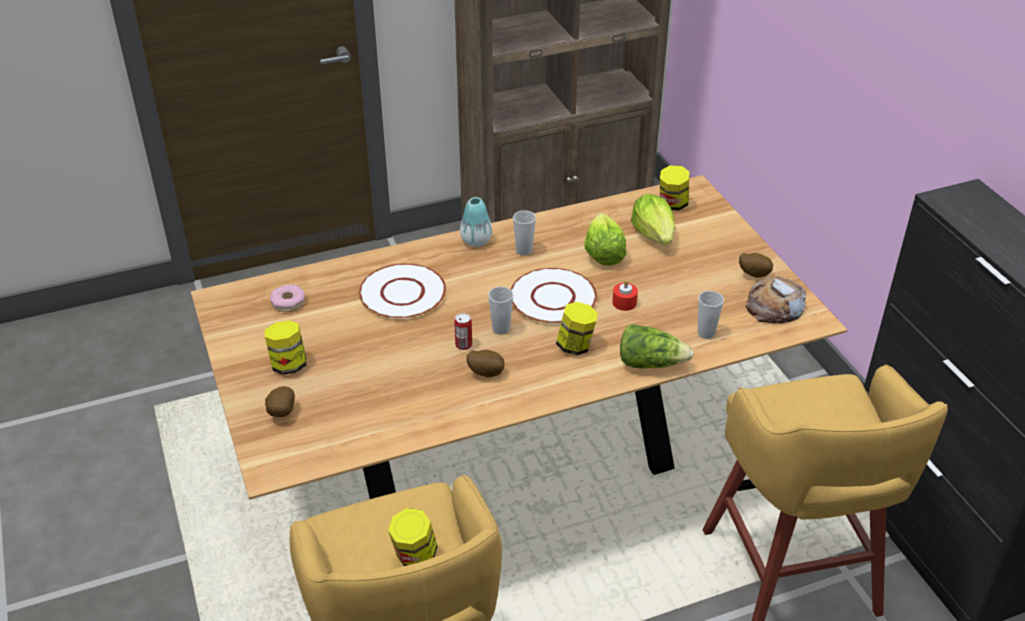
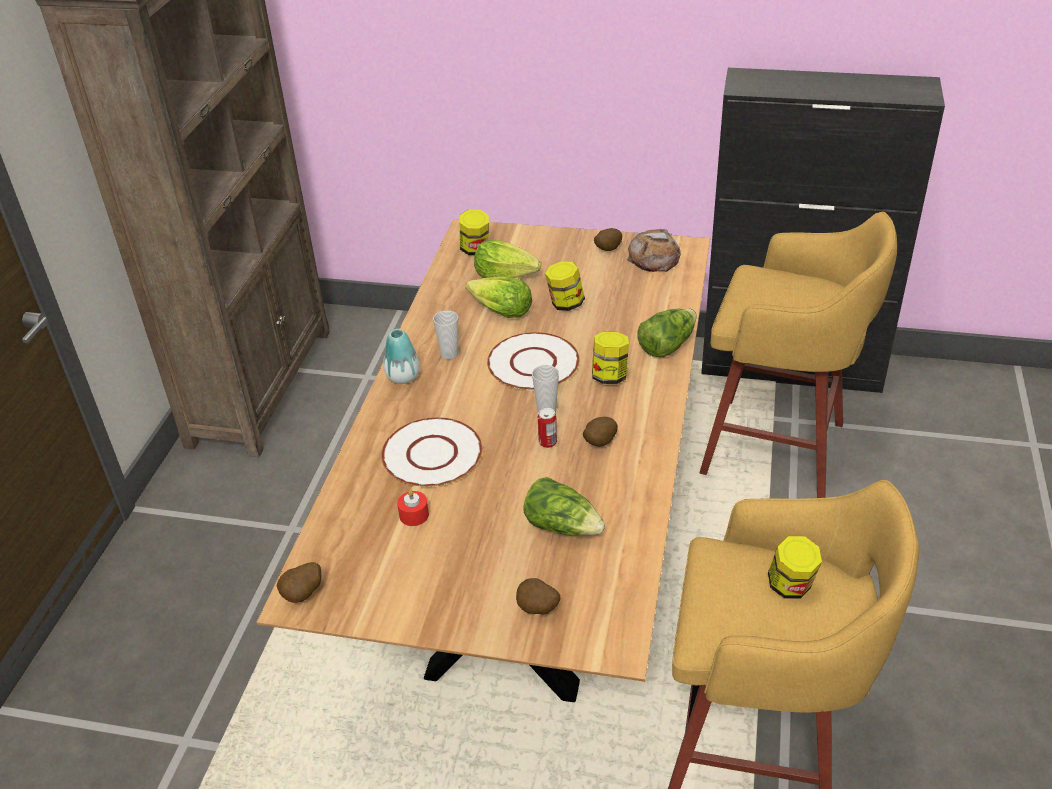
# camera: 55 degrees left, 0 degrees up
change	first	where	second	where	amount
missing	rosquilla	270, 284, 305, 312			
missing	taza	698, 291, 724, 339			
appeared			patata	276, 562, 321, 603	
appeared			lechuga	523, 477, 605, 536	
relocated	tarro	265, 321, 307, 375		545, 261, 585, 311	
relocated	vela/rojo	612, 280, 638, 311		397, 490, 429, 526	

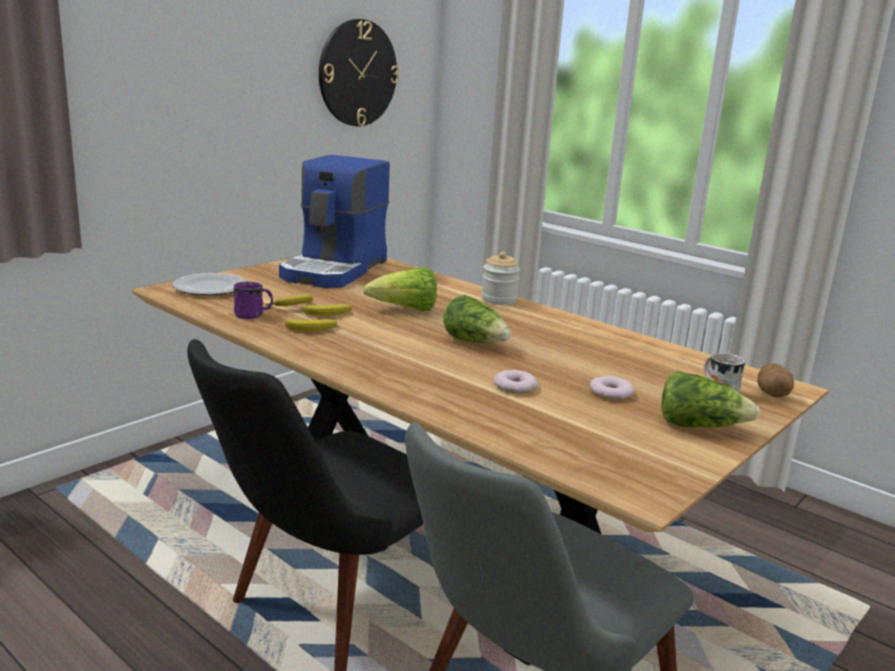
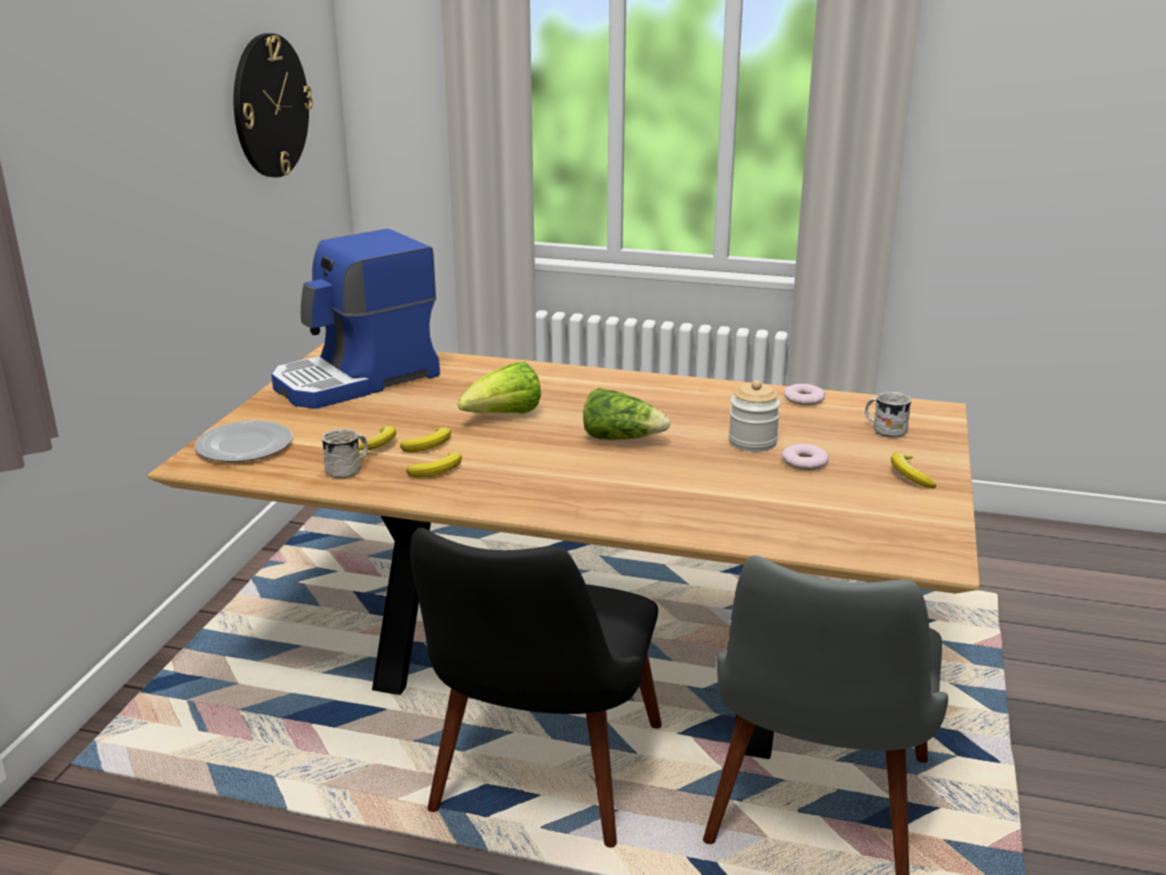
# camera: 25 degrees left, 5 degrees up
change	first	where	second	where	amount
missing	patata	757, 363, 794, 397			
relocated	tarro	481, 252, 520, 305		728, 380, 781, 452	
relocated	rosquilla	494, 370, 538, 394		784, 384, 825, 406	
exchanged	lechuga	661, 371, 760, 427	plátano	891, 452, 936, 488	
colour	taza grande/morado	234, 282, 273, 319	taza grande/blanco	322, 429, 368, 478	
spun	cafetera	279, 155, 390, 288		271, 229, 440, 409	60 degrees clockwise

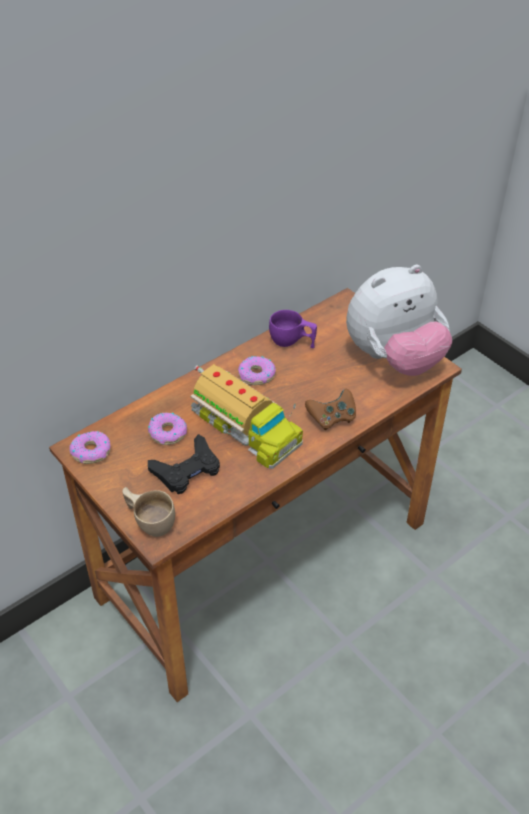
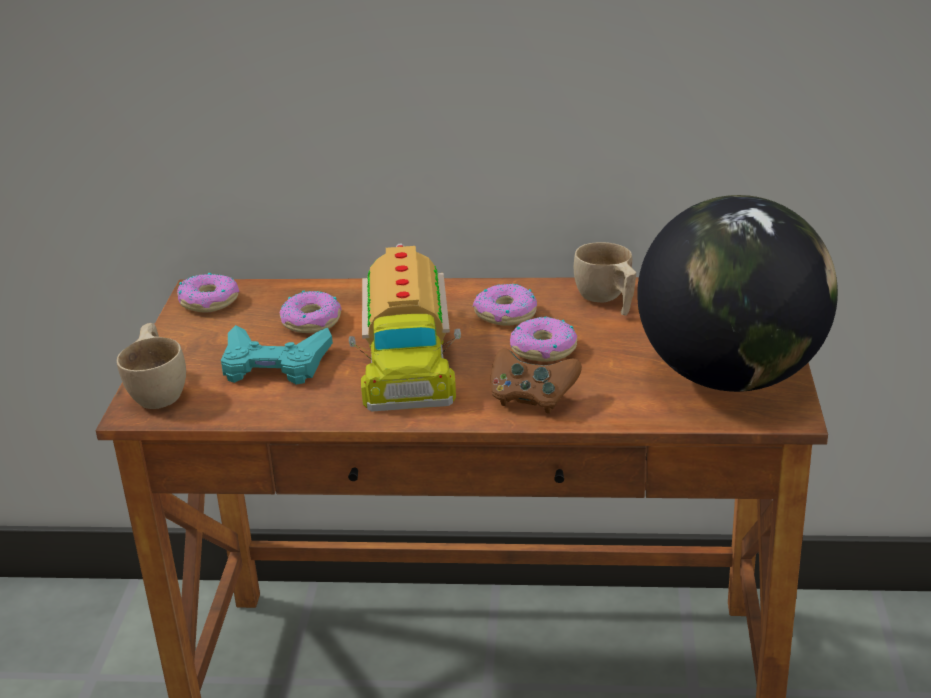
# camera: 45 degrees right, 15 degrees down
change	first	where	second	where	amount
appeared			rosquilla	510, 316, 577, 362	
exchanged	peluche	346, 265, 452, 376	globo terráqueo	637, 195, 838, 392	
colour	mando de consola/negro	148, 434, 220, 494	mando de consola/turquesa	221, 325, 333, 385	
colour	taza/morado	269, 310, 317, 348	taza/beis	574, 242, 636, 315	

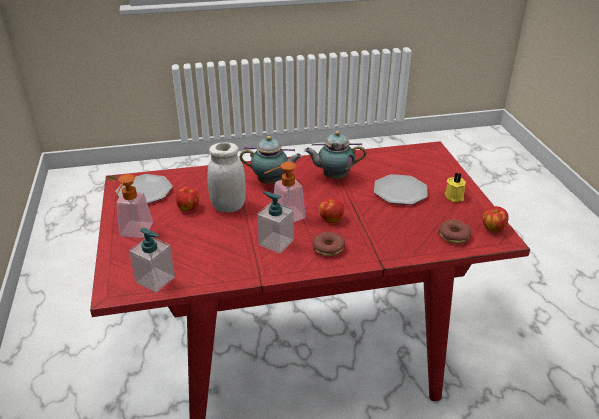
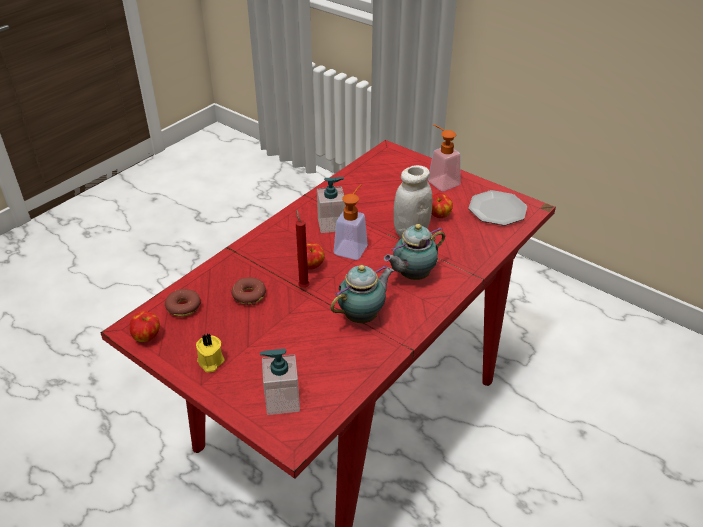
# camera: 140 degrees right, 5 degrees up
change	first	where	second	where	amount
missing	plato	374, 174, 428, 205			
appeared			vela/rojo	296, 210, 309, 288	
relocated	dispensador de jabón	129, 228, 175, 293		260, 348, 300, 415	
relocated	rosquilla	313, 232, 345, 256		231, 277, 266, 305	

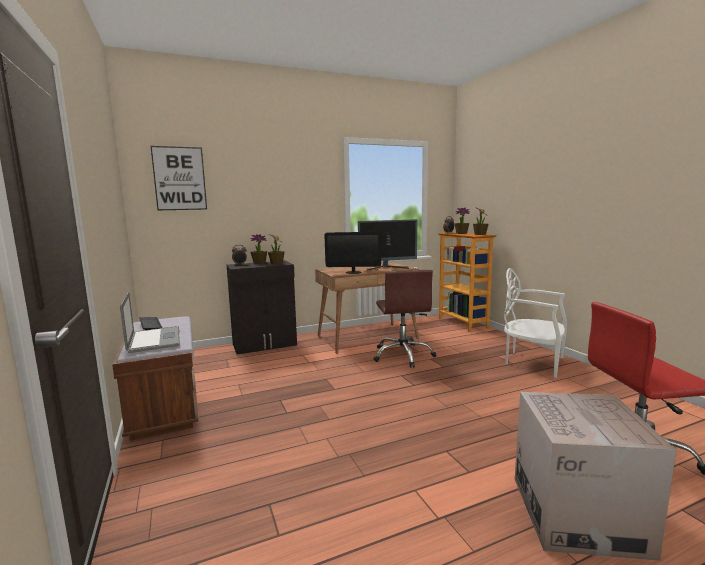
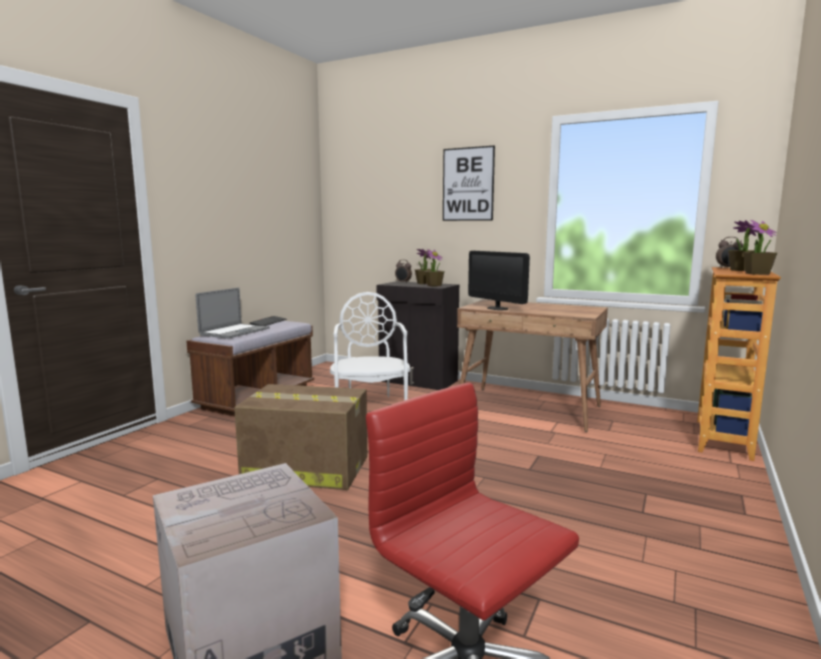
# camera: 50 degrees right, 0 degrees up
change	first	where	second	where	amount
missing	monitor	358, 219, 417, 271			
missing	silla de oficina/marrón	374, 270, 436, 368			
appeared			caja de cartón	234, 384, 367, 490	
relocated	cuadro	151, 146, 207, 210		443, 146, 495, 221	
relocated	silla/blanco	504, 268, 567, 378		330, 292, 411, 401	

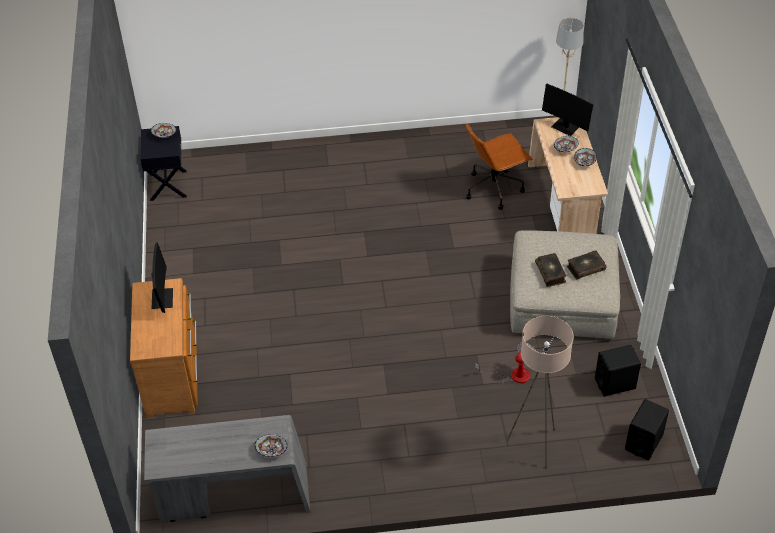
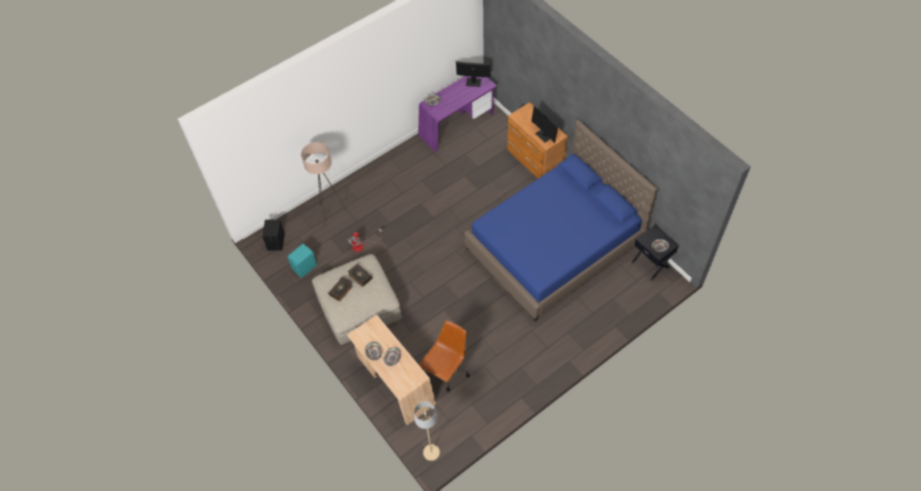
# camera: 150 degrees right, 10 degrees up
change	first	where	second	where	amount
appeared			cama/azul	465, 120, 658, 321	
relocated	monitor	542, 83, 593, 136		456, 61, 491, 87	
colour	escritorio/gris	144, 415, 310, 522	escritorio/morado	418, 76, 497, 153	
colour	altavoz/negro	595, 345, 641, 397	altavoz/turquesa	287, 244, 317, 278	

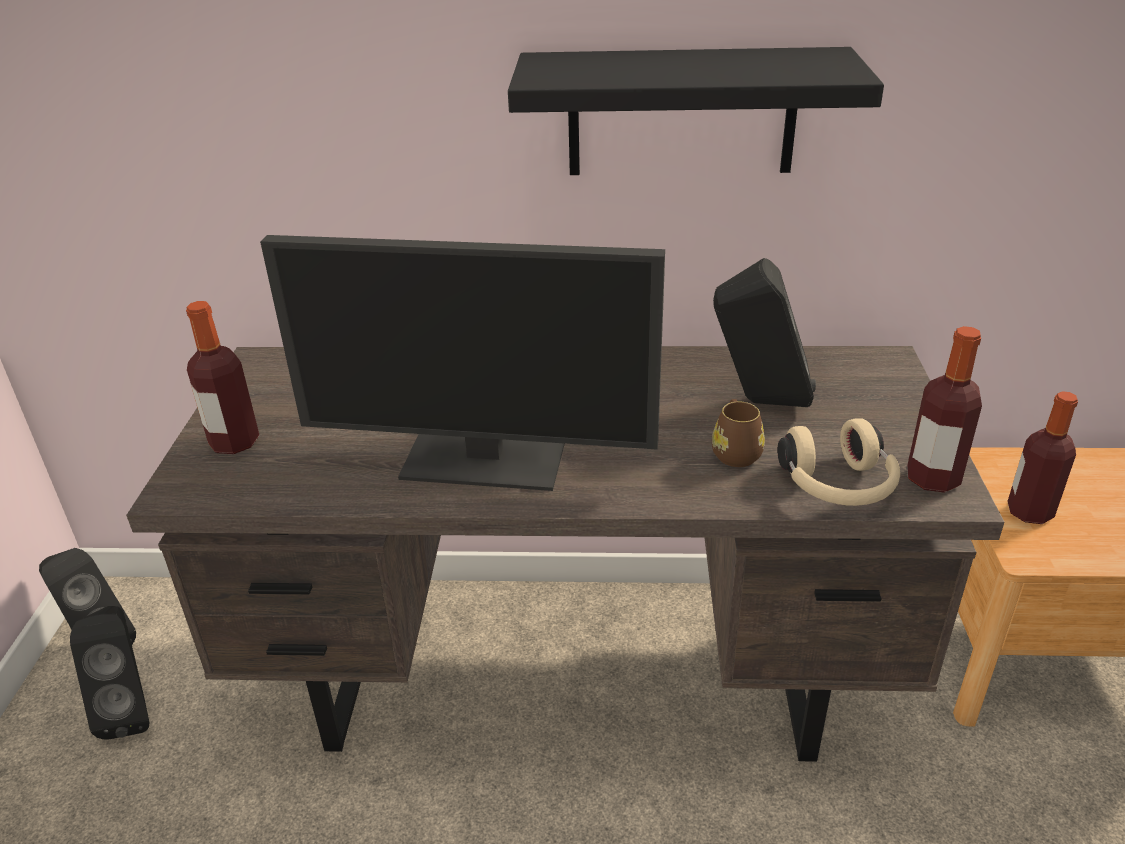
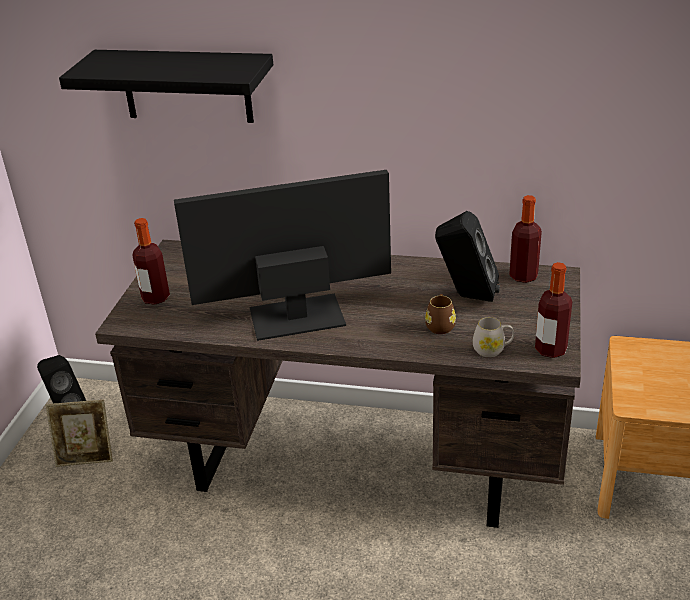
# camera: 10 degrees right, 0 degrees up
change	first	where	second	where	amount
relocated	estante/negro	508, 47, 884, 175		59, 50, 273, 123	
relocated	botella	1007, 391, 1078, 524		509, 195, 542, 283	
exchanged	altavoz/negro	70, 606, 149, 739	portarretratos	46, 400, 113, 467	
exchanged	auriculares/beis	777, 418, 900, 506	taza grande/blanco	473, 317, 514, 357	
spun	monitor	260, 235, 665, 491		174, 170, 391, 341	150 degrees clockwise

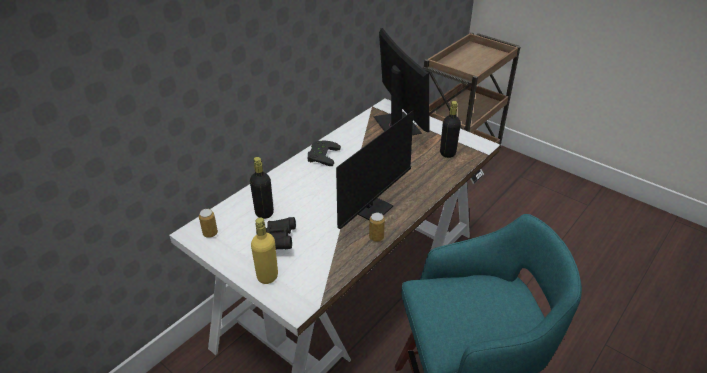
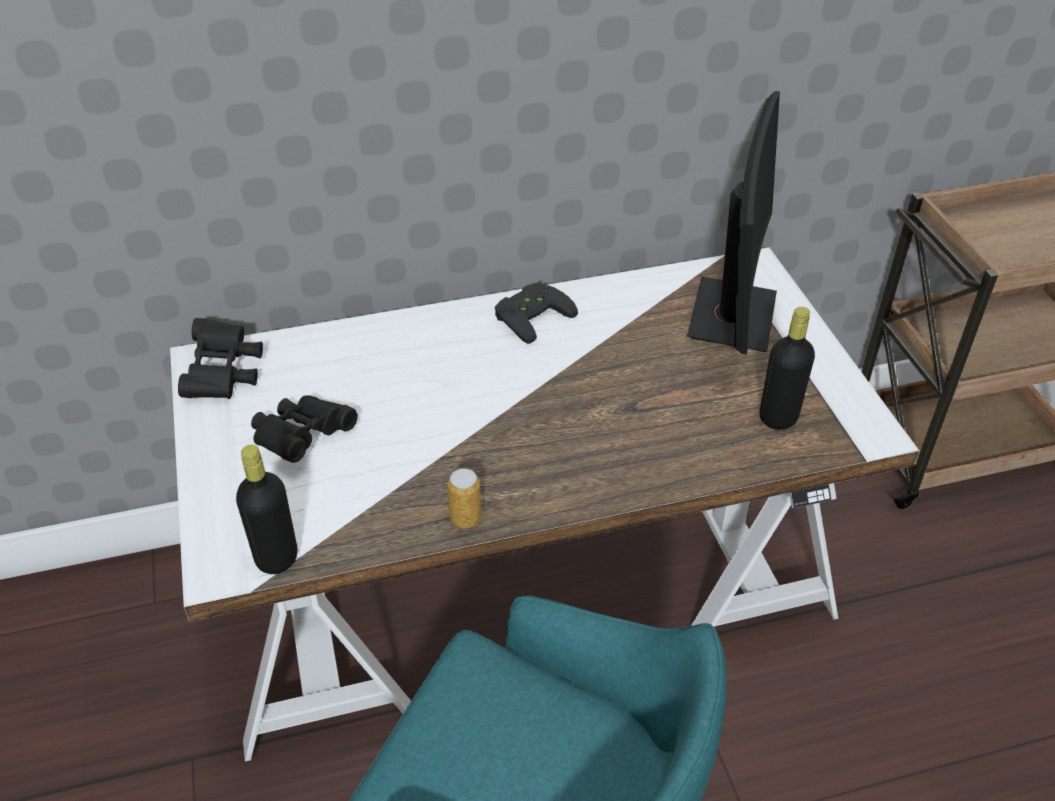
# camera: 35 degrees right, 5 degrees up
change	first	where	second	where	amount
missing	botella/amarillo	251, 217, 278, 284			
missing	monitor	336, 107, 430, 229			
relocated	botella/negro	250, 157, 274, 219		236, 445, 297, 574	
exchanged	lata	199, 209, 218, 238	prismáticos/negro	178, 318, 263, 399	

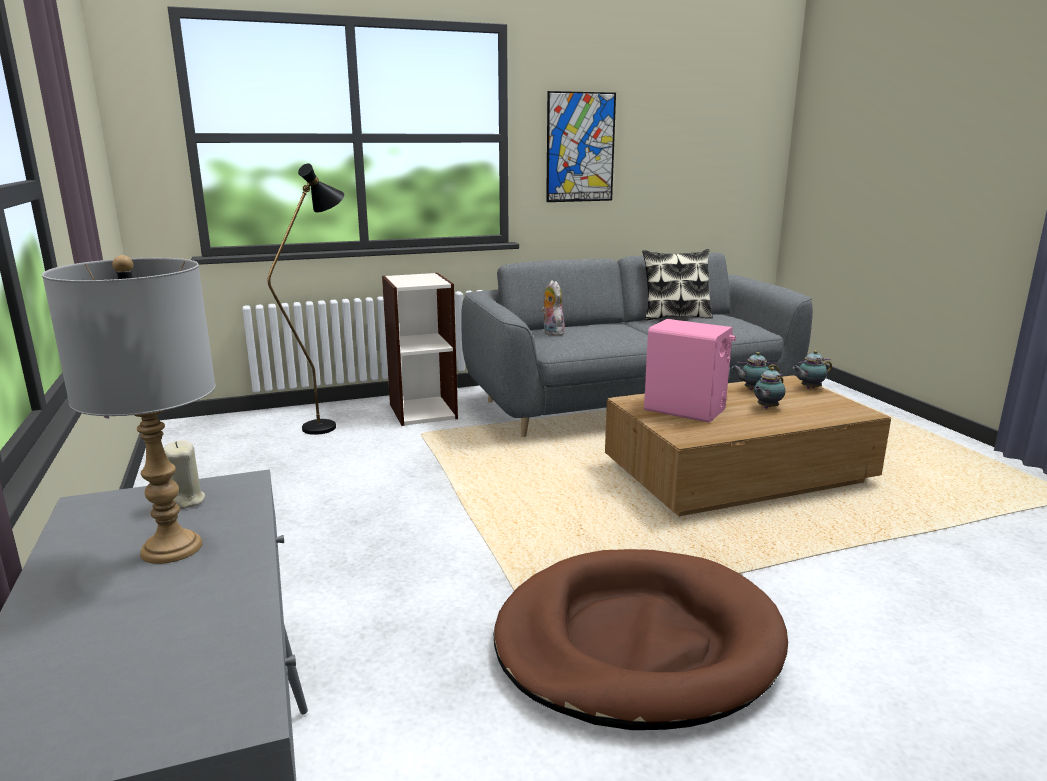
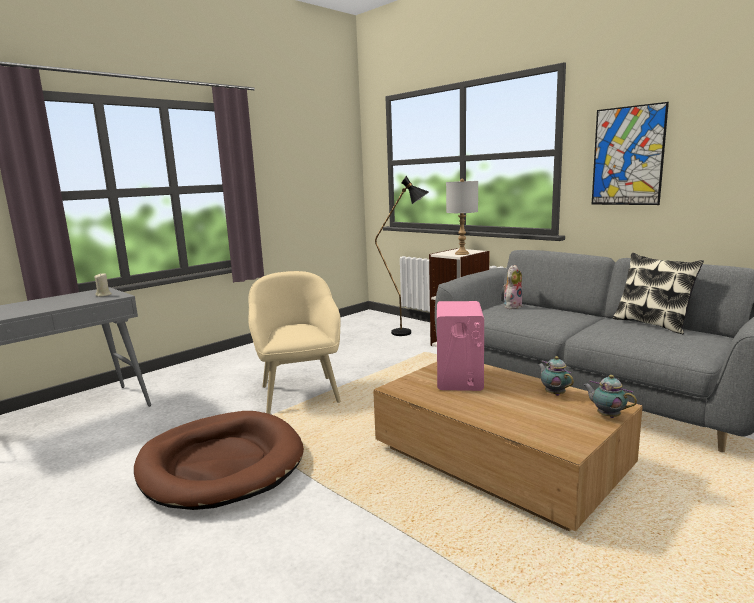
# camera: 65 degrees right, 5 degrees down
change	first	where	second	where	amount
missing	tetera	754, 367, 786, 409			
appeared			sillón/beis	248, 271, 341, 414	
relocated	lámpara de mesa/gris	42, 255, 216, 564		446, 179, 478, 255	

